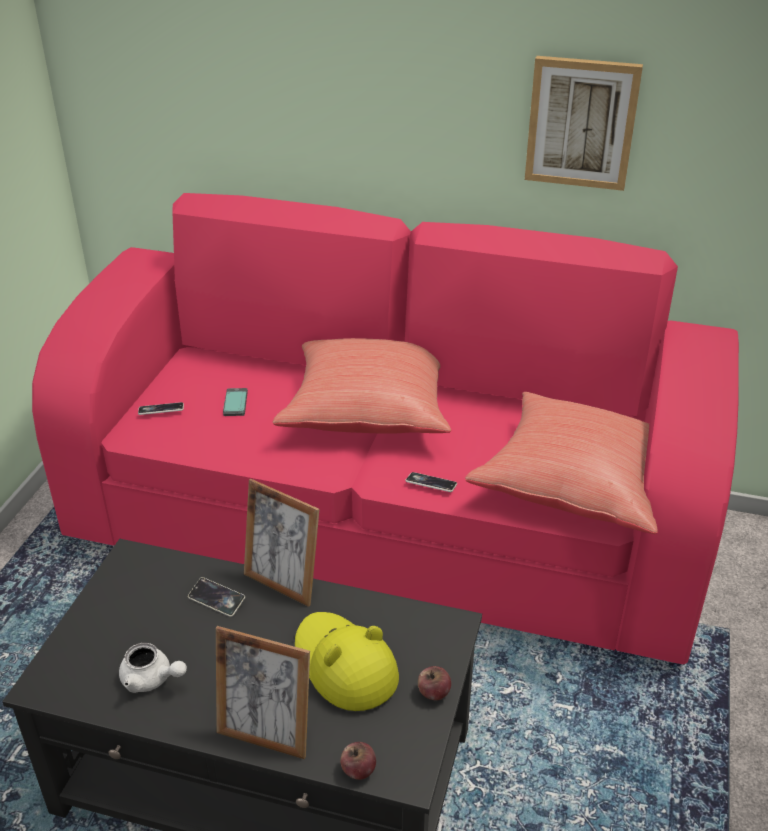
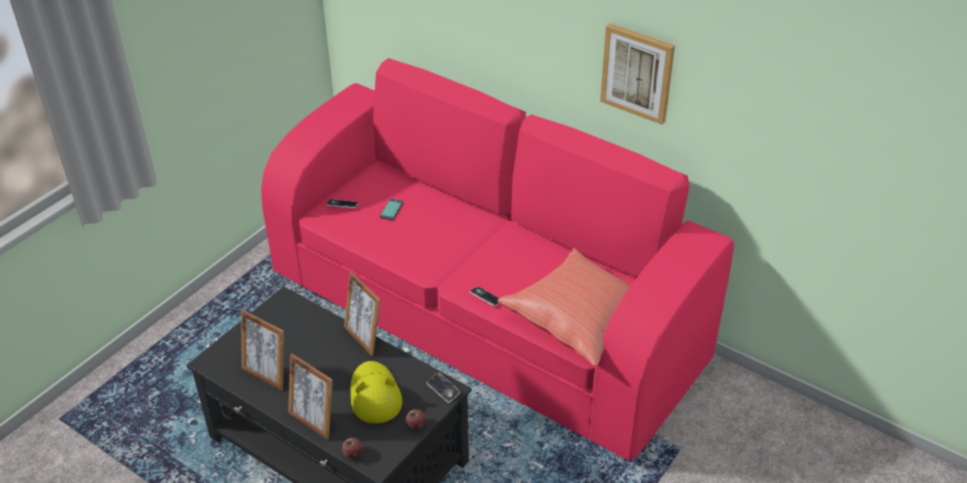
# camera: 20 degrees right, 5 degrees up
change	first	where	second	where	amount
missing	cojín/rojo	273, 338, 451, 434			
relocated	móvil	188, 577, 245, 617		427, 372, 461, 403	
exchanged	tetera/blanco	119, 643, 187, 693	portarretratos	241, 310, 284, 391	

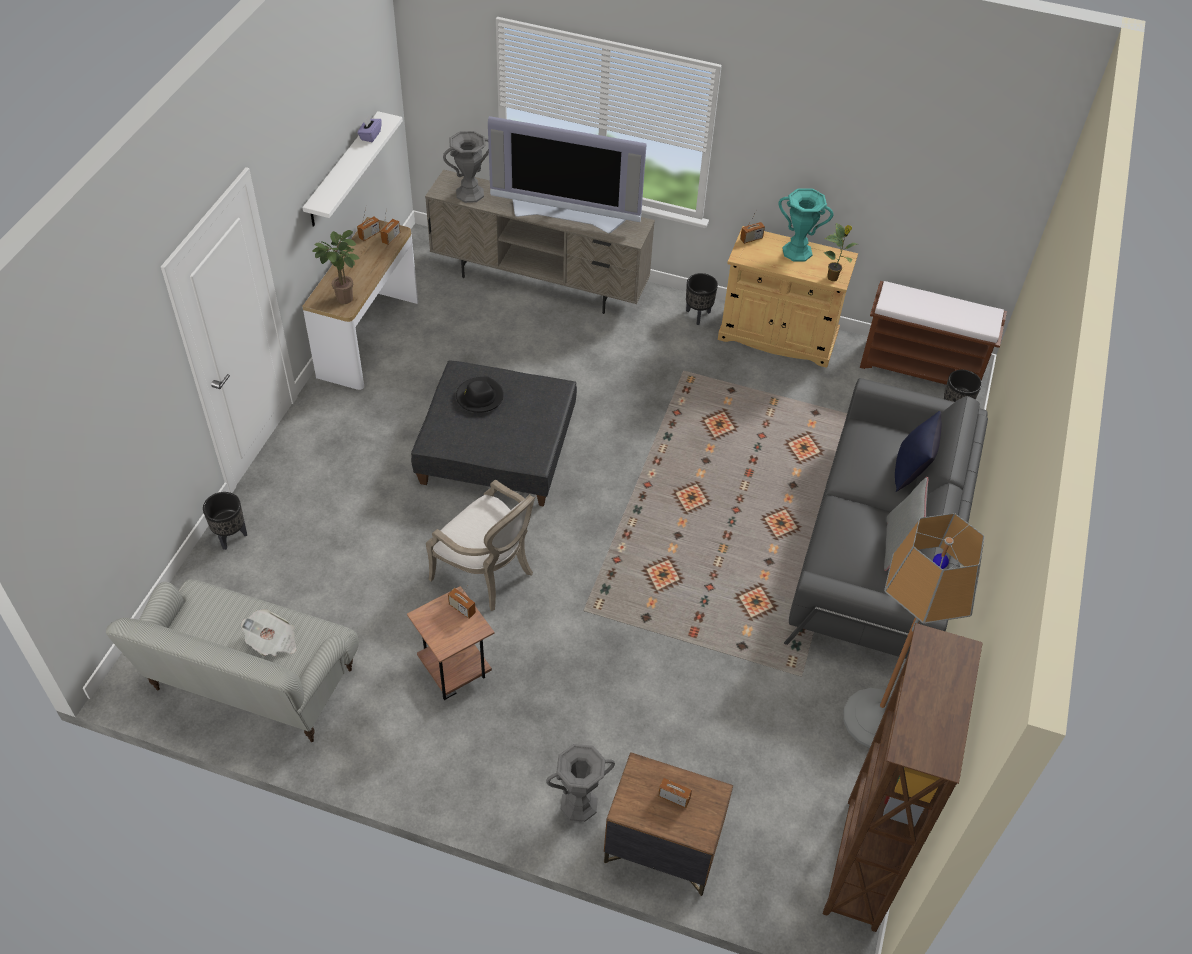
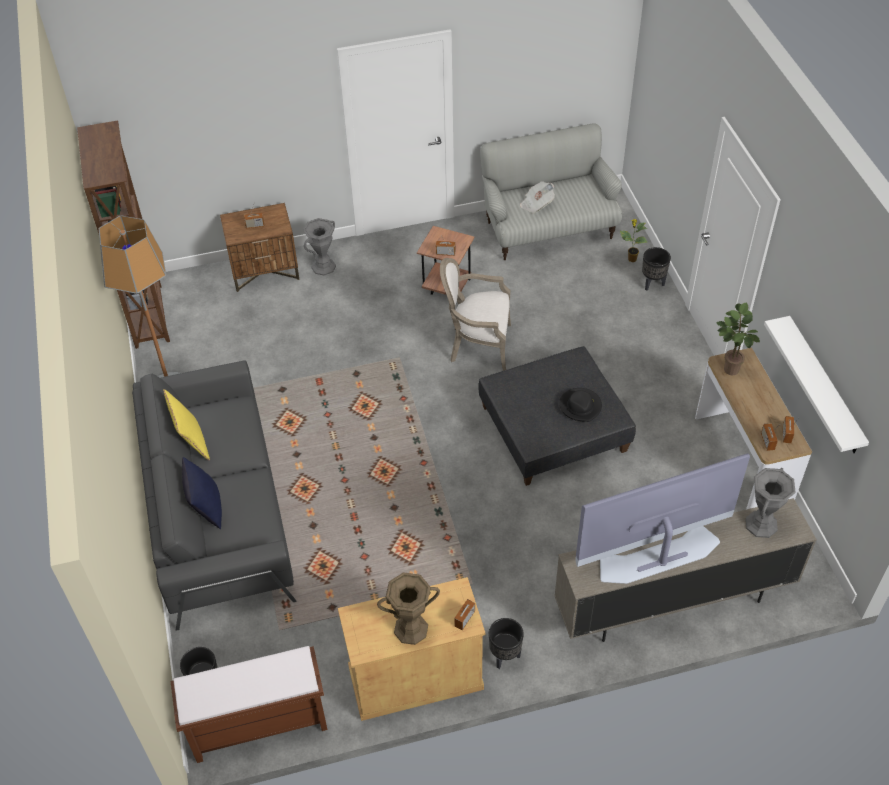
# camera: 150 degrees right, 0 degrees up
change	first	where	second	where	amount
missing	caja de pañuelos/morado	357, 116, 382, 142			
relocated	planta en maceta	824, 223, 858, 281		620, 219, 648, 262	
colour	florero/turquesa	779, 188, 833, 261	florero/marrón	377, 572, 440, 645	
colour	cojín/gris	884, 477, 929, 571	cojín/amarillo	163, 389, 210, 460	

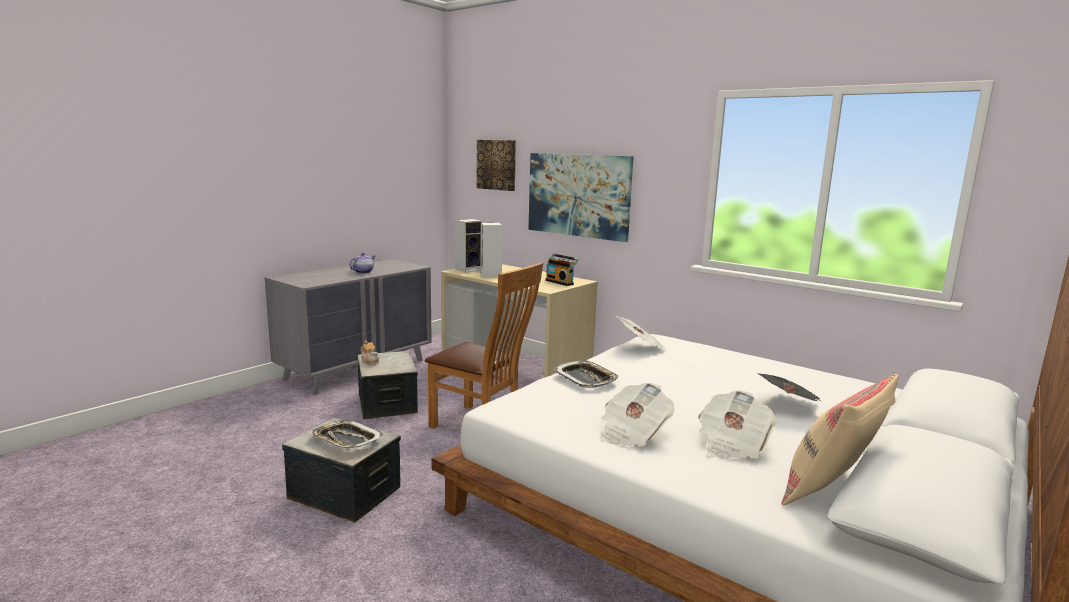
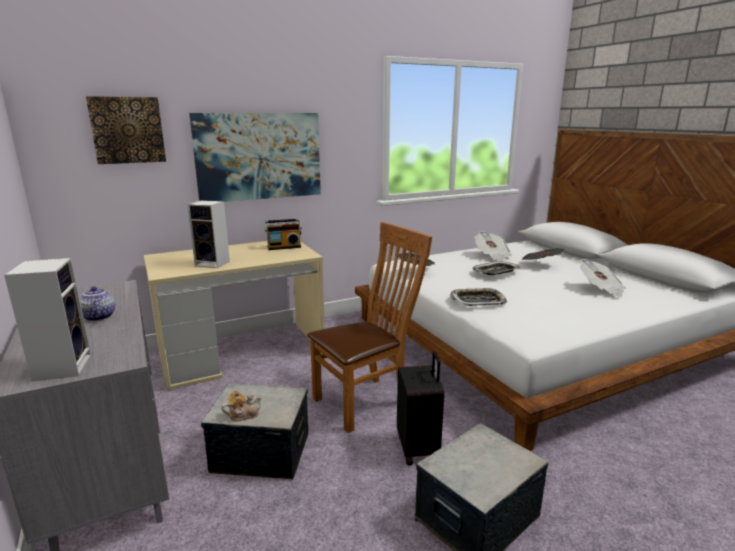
# camera: 65 degrees left, 5 degrees up
change	first	where	second	where	amount
missing	cojín/beis	782, 374, 899, 505			
appeared			maleta/negro	397, 351, 444, 465	
relocated	bandeja	310, 420, 384, 450		472, 261, 520, 275	
relocated	altavoz	455, 219, 483, 273		4, 258, 91, 382	
relocated	periódico	600, 383, 674, 447		474, 231, 512, 261	

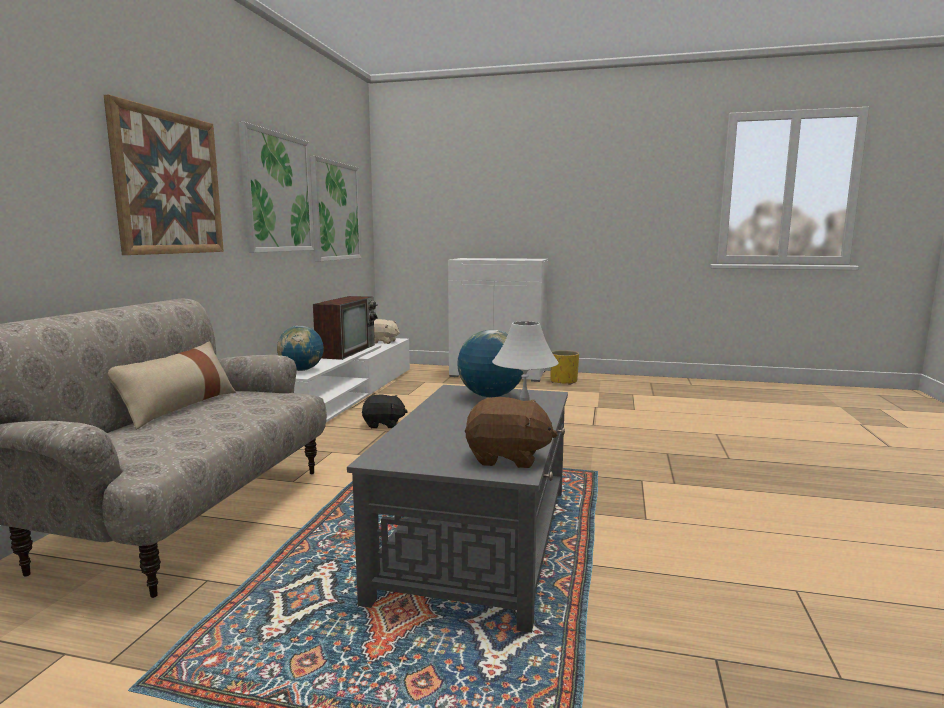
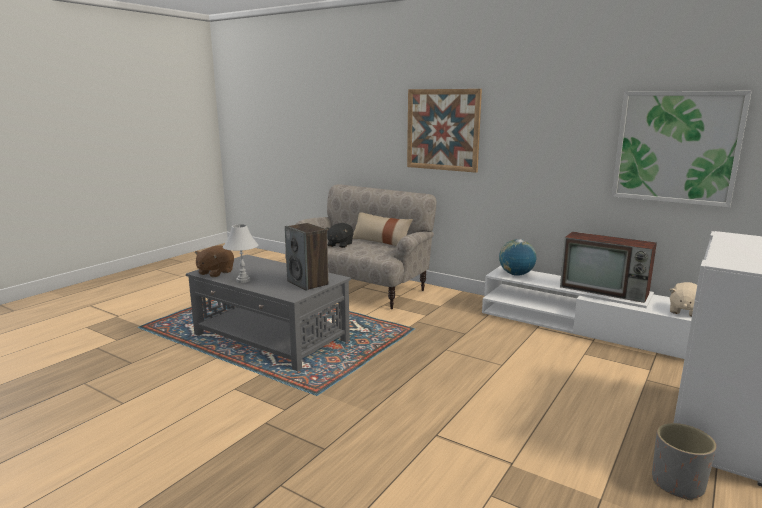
# camera: 110 degrees right, 5 degrees up
change	first	where	second	where	amount
missing	cuadro	238, 122, 314, 253			
relocated	peluche/negro	362, 395, 408, 428		325, 223, 354, 248	
exchanged	globo terráqueo	457, 330, 524, 397	altavoz	285, 223, 329, 291	
colour	maceta/amarillo	550, 350, 579, 385	maceta/gris	652, 423, 716, 501	

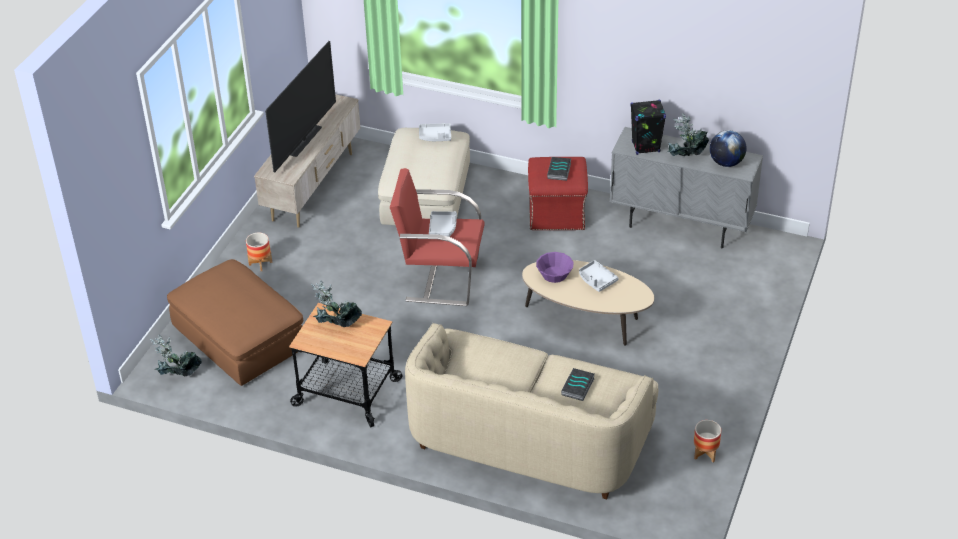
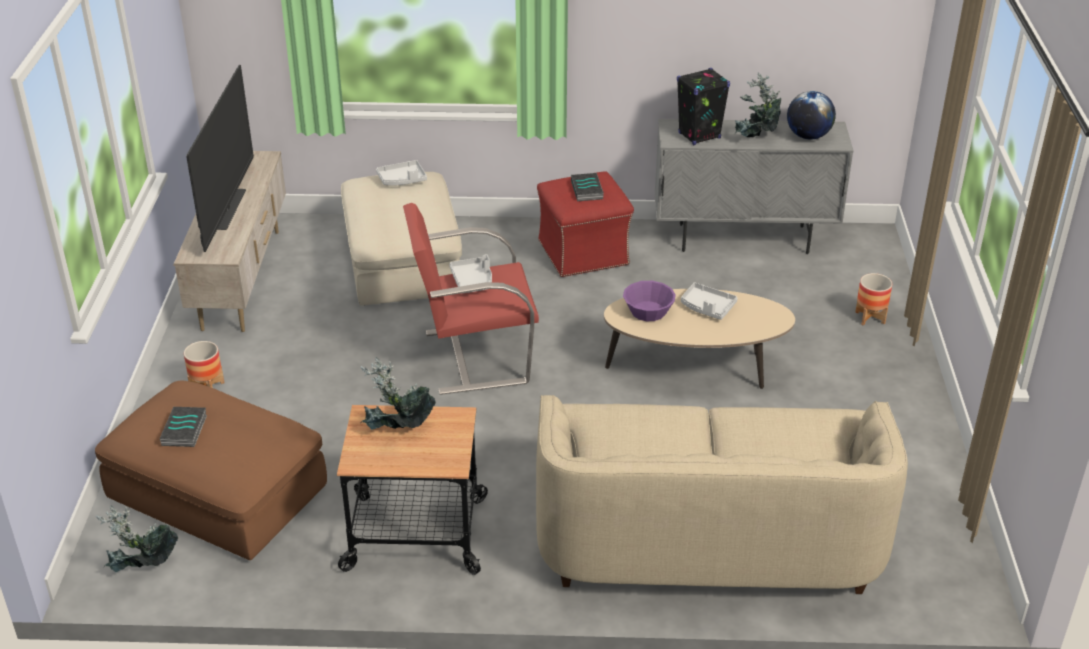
# camera: 20 degrees left, 5 degrees down
change	first	where	second	where	amount
relocated	libro	561, 368, 595, 401		160, 407, 207, 447	
relocated	maceta	694, 420, 721, 462		855, 273, 892, 326	

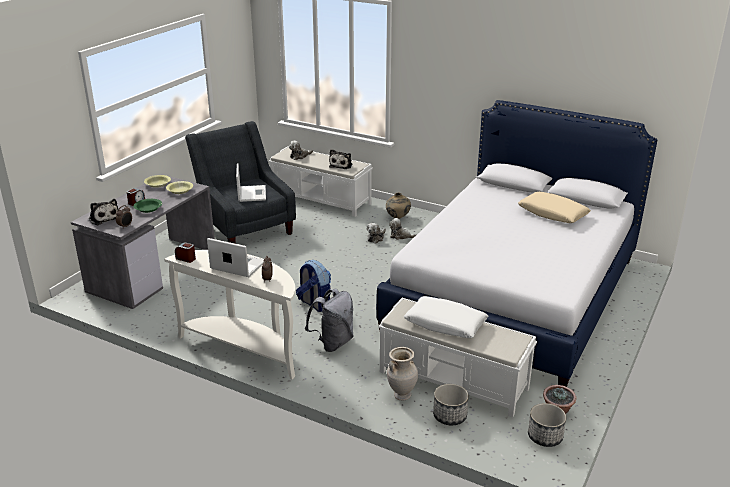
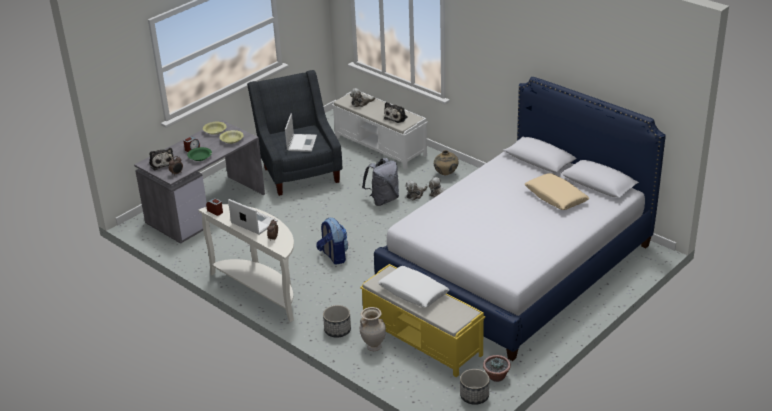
# camera: 15 degrees right, 5 degrees up
change	first	where	second	where	amount
relocated	mochila/gris	305, 288, 353, 352		362, 158, 399, 206	
relocated	maceta	433, 384, 469, 425		323, 305, 351, 338	
colour	banco/blanco	378, 298, 537, 417	banco/amarillo	360, 264, 485, 377	

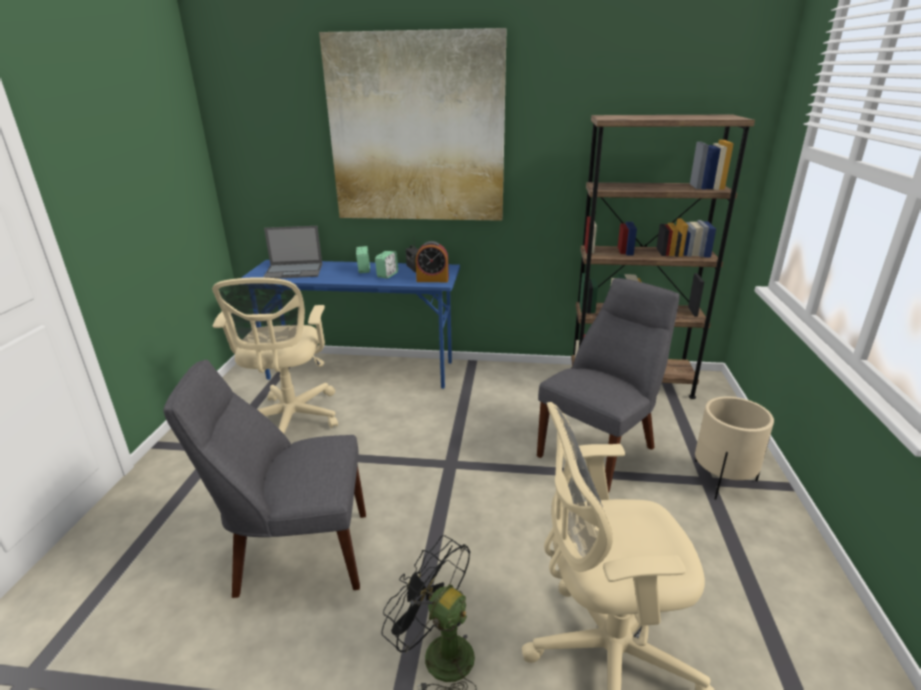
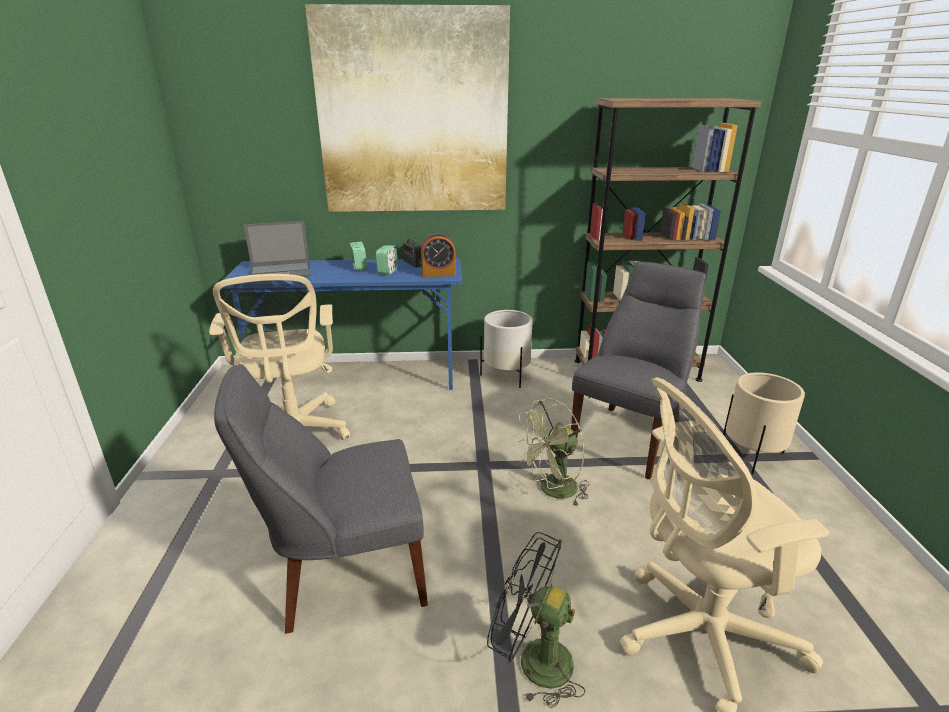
# camera: 10 degrees left, 0 degrees up
change	first	where	second	where	amount
appeared			maceta/blanco	480, 310, 533, 388	
appeared			ventilador/verde	515, 399, 589, 506	

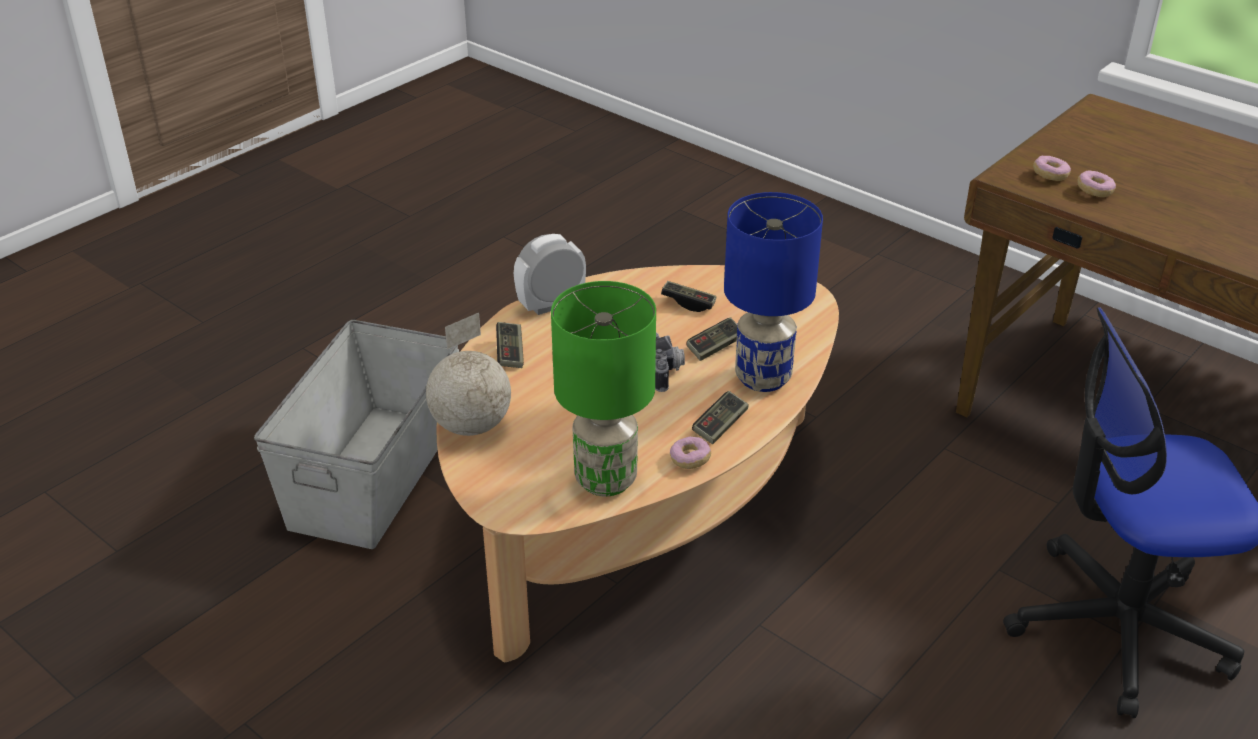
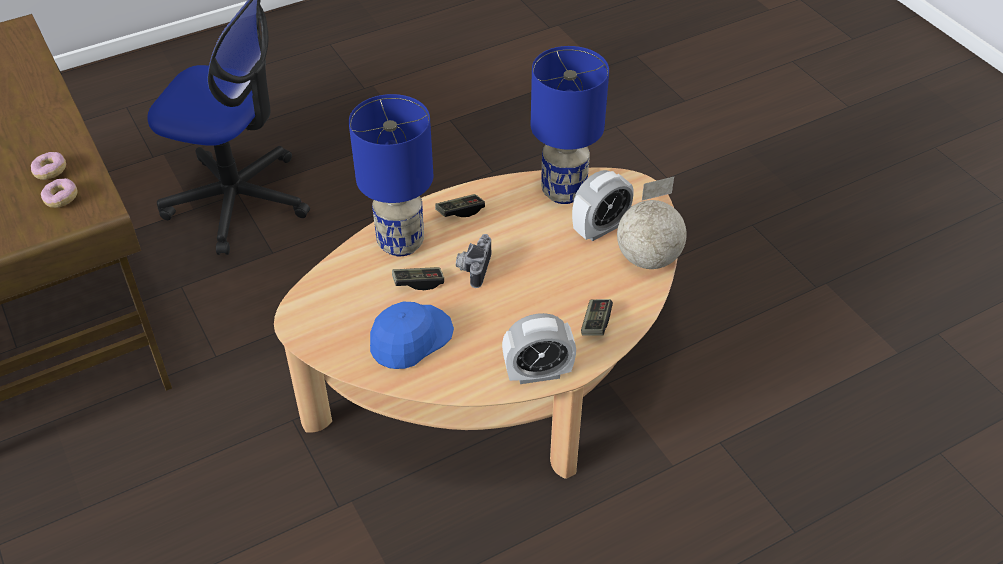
# camera: 160 degrees left, 10 degrees up
change	first	where	second	where	amount
missing	caja de almacenaje/gris	254, 320, 459, 549			
missing	rosquilla	670, 436, 711, 469			
appeared			despertador	572, 170, 634, 241	
exchanged	mando de consola	661, 281, 717, 312	gorra/azul	370, 302, 454, 369	
colour	lámpara de mesa/verde	551, 281, 656, 497	lámpara de mesa/azul	531, 46, 609, 204	

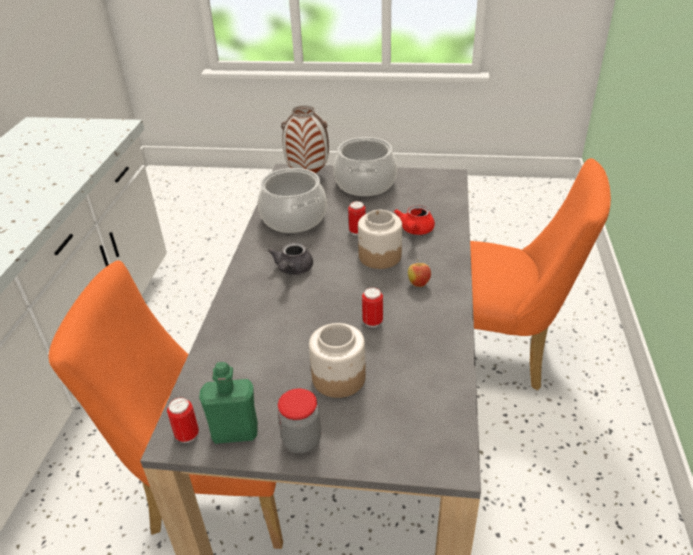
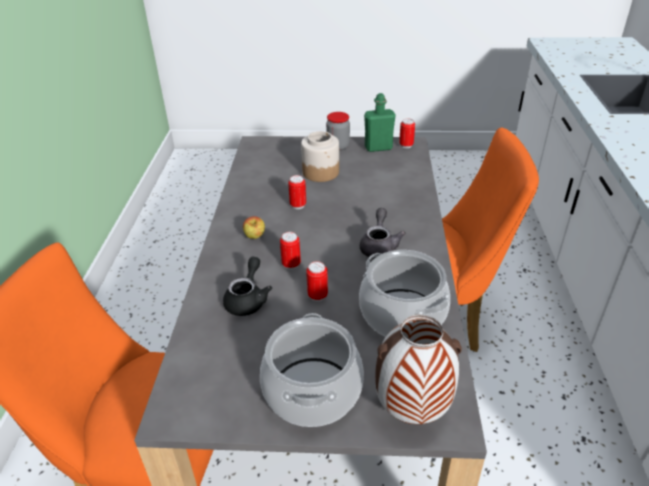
# camera: 175 degrees right, 0 degrees up
change	first	where	second	where	amount
exchanged	tarro	358, 210, 402, 269	lata	280, 232, 301, 270	
colour	tetera/rojo	394, 205, 435, 235	tetera/negro	223, 257, 272, 316	

